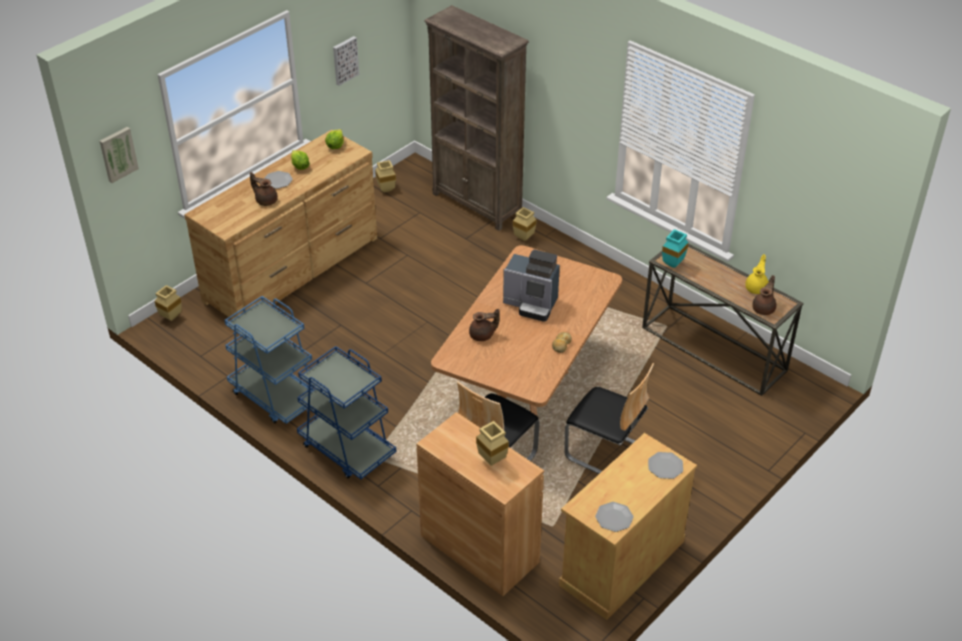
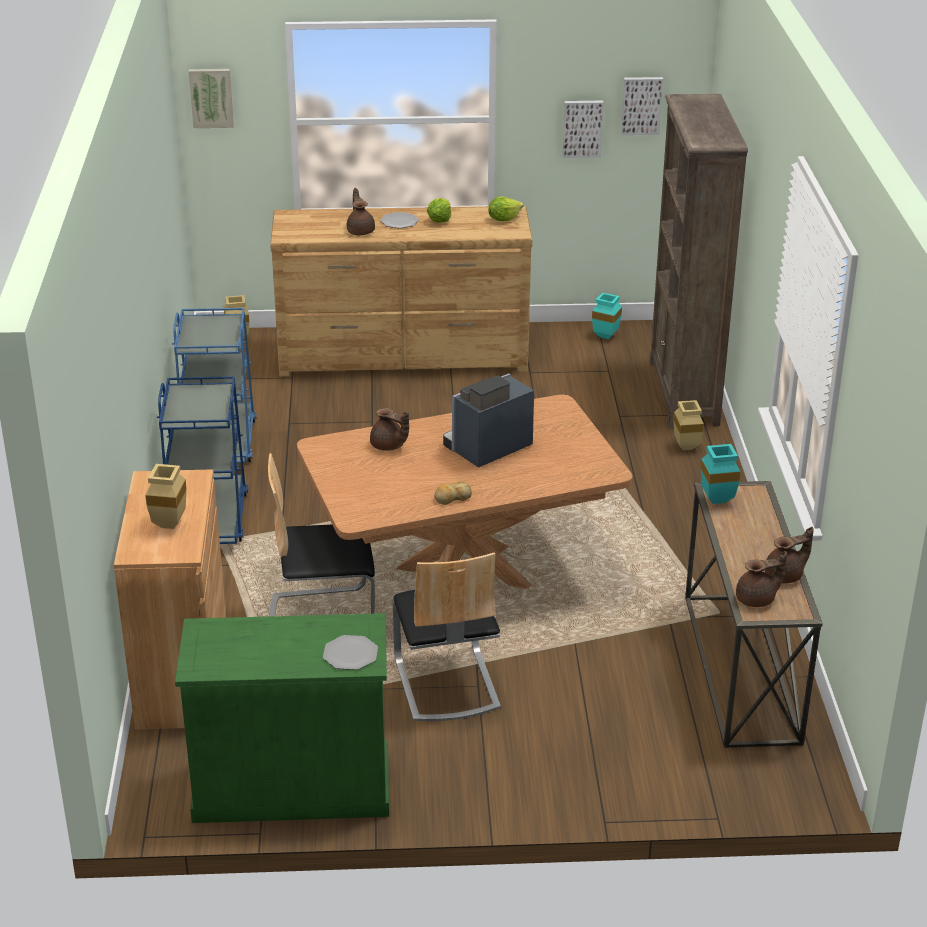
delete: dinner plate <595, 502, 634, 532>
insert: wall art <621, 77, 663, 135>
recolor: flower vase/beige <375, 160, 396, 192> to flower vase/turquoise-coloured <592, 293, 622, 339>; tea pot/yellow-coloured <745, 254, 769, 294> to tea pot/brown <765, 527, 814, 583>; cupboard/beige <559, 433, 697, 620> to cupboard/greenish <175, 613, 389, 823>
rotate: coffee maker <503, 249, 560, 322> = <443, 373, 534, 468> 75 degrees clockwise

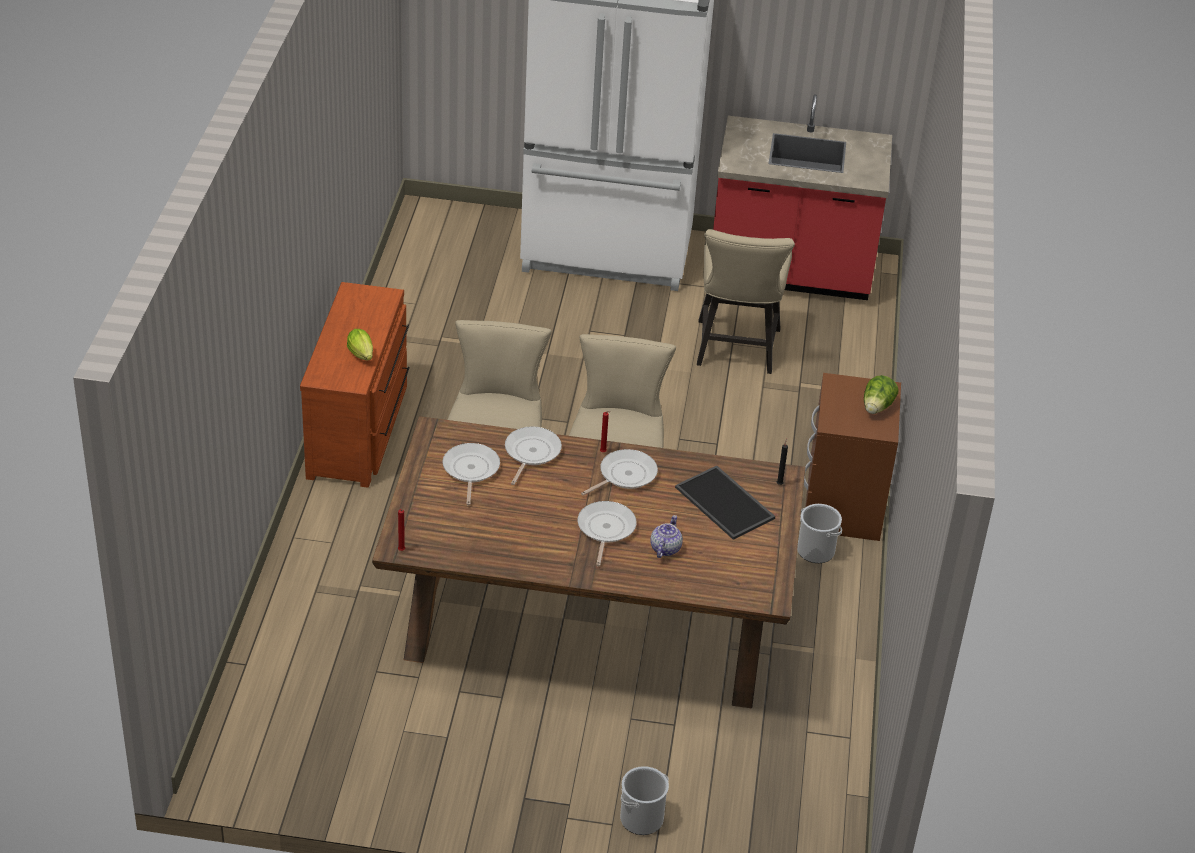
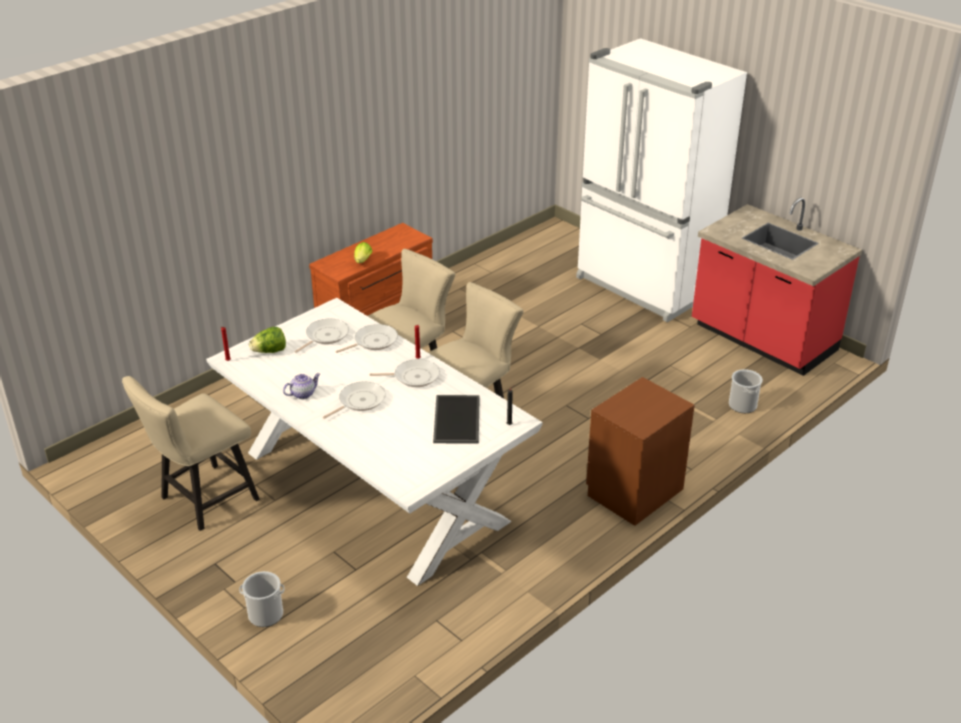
move: upright chair/beige <697, 229, 795, 374> to <122, 376, 259, 531>; lettuce head <864, 375, 898, 414> to <249, 327, 286, 353>; water bucket <797, 504, 842, 563> to <729, 369, 763, 413>; tea pot <650, 515, 683, 558> to <283, 373, 320, 399>
recolor: dining table/brown <372, 416, 805, 708> to dining table/white-coloured <206, 298, 543, 586>

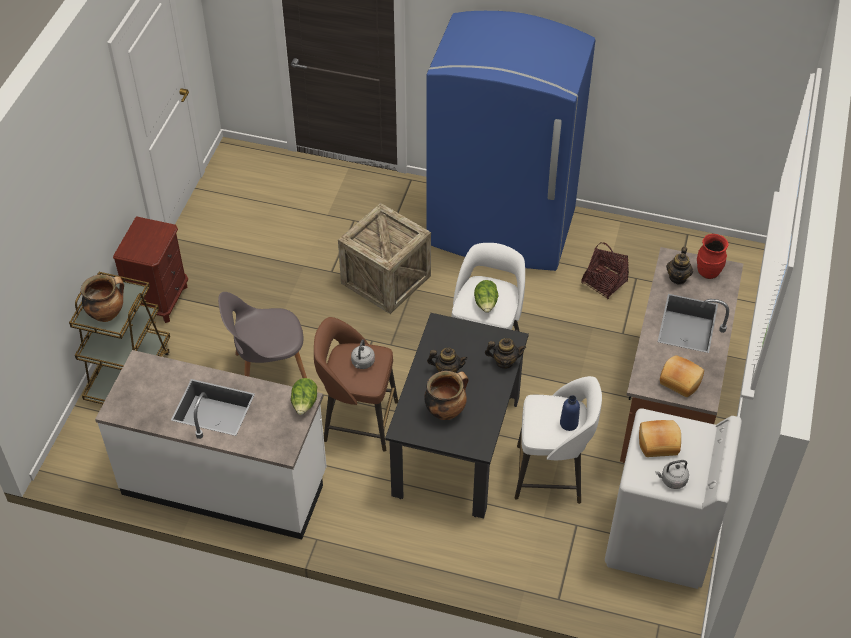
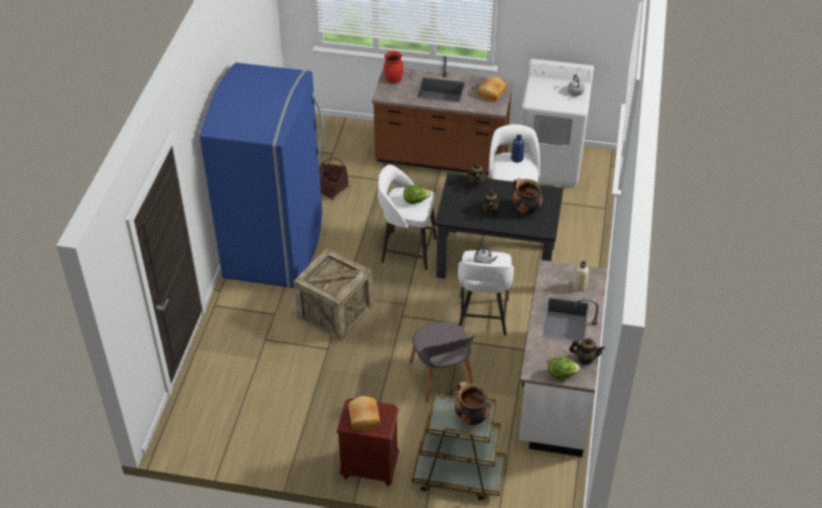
insert: beverage bottle/beige <573, 261, 589, 292>
move: tea pot <666, 247, 693, 285> to <569, 338, 605, 365>; lettuce head <291, 378, 317, 415> to <548, 357, 581, 379>; bakery bread <639, 420, 681, 457> to <348, 396, 380, 431>
recolor: stool/brown <314, 317, 398, 452> to stool/white-coloured <458, 250, 514, 336>

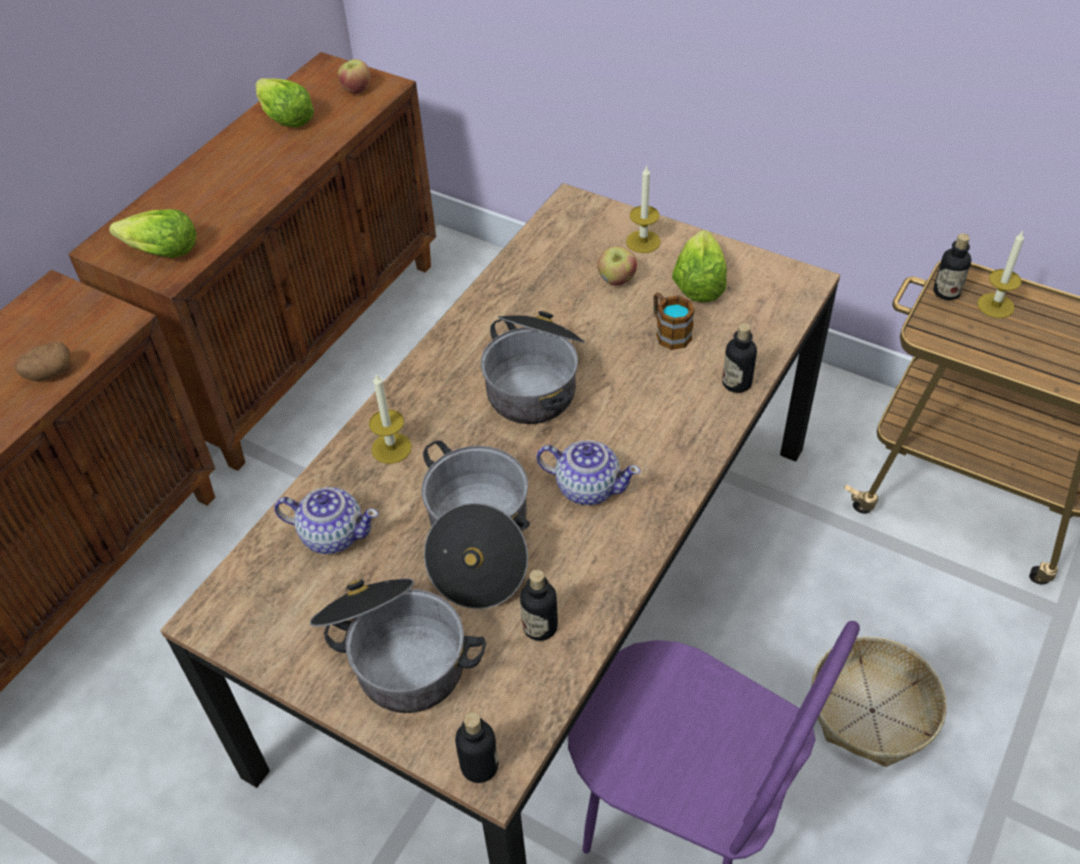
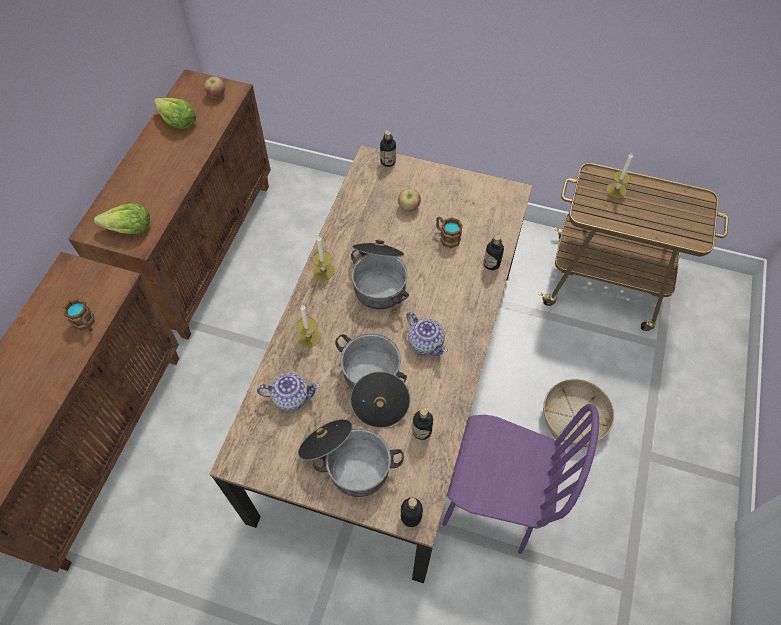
delete: lettuce head <672, 230, 727, 302>
move: wax light <626, 165, 661, 253> to <313, 236, 335, 281>; beverage bottle <933, 233, 972, 300> to <380, 130, 396, 167>
replace: spud <15, 342, 70, 381> to coffee mug <63, 298, 95, 332>
rotate: tea pot <536, 440, 641, 505> = <406, 312, 448, 356> 45 degrees clockwise

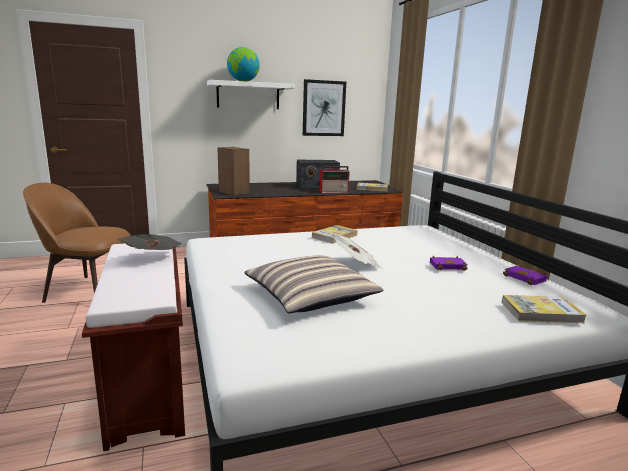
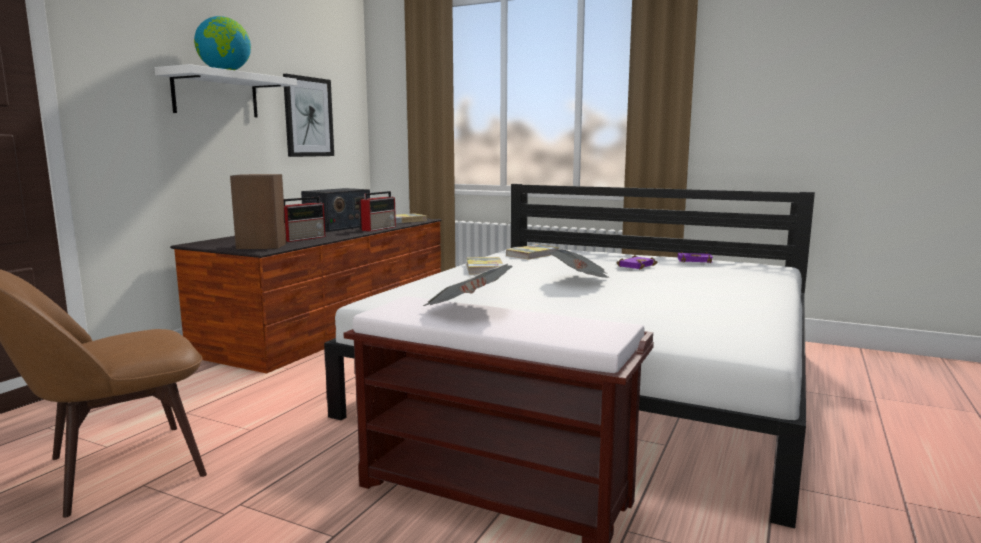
delete: cushion <244, 255, 384, 313>
insert: radio <284, 197, 325, 242>
move: volume <502, 295, 586, 323> to <506, 244, 559, 260>

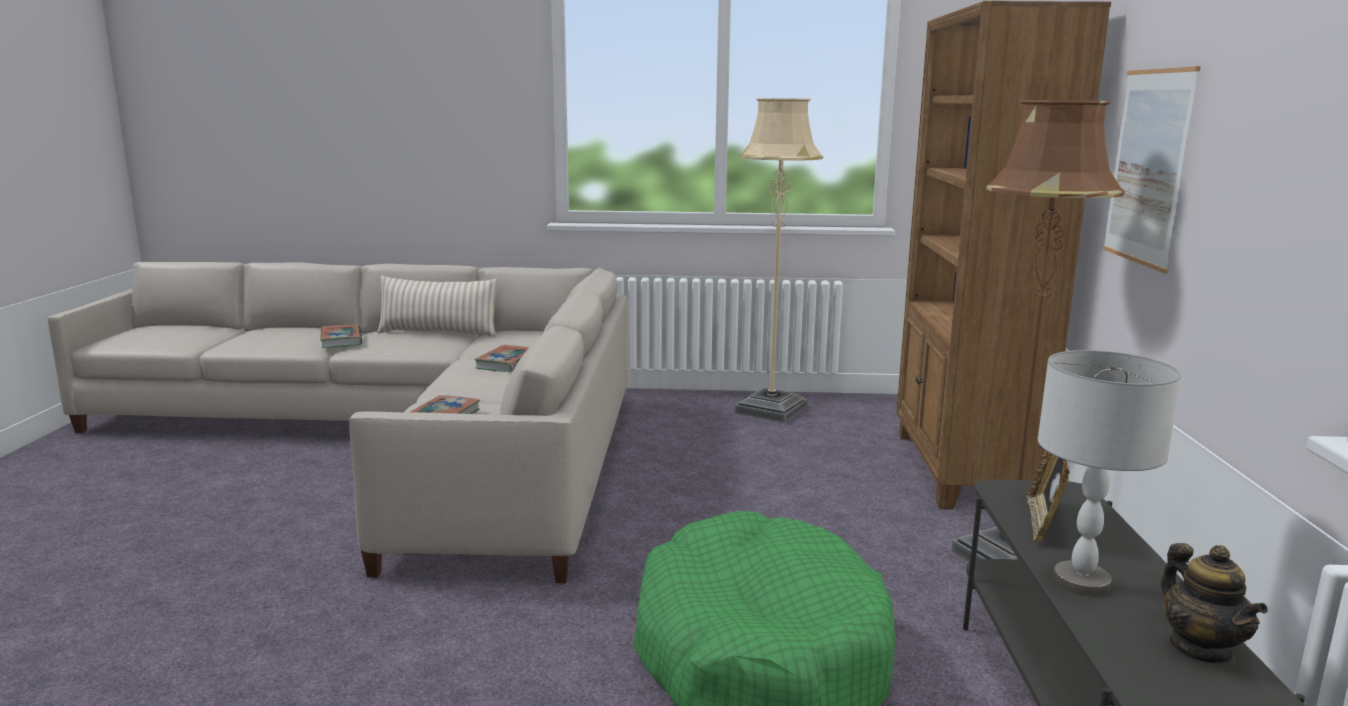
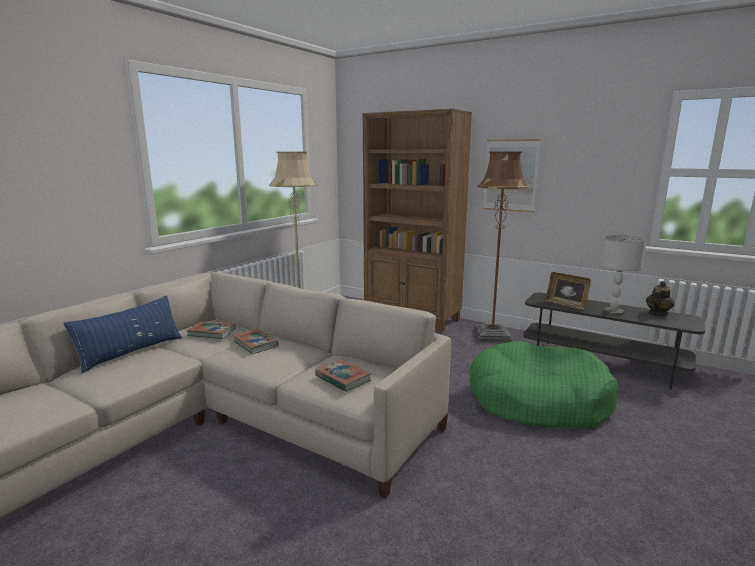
move: volume <320, 325, 362, 348> to <186, 322, 236, 339>
recolor: cushion/beige <377, 276, 498, 336> to cushion/bluish <63, 295, 182, 373>
rotate: tea pot <1161, 543, 1268, 665> = <646, 281, 675, 316> 60 degrees counterclockwise

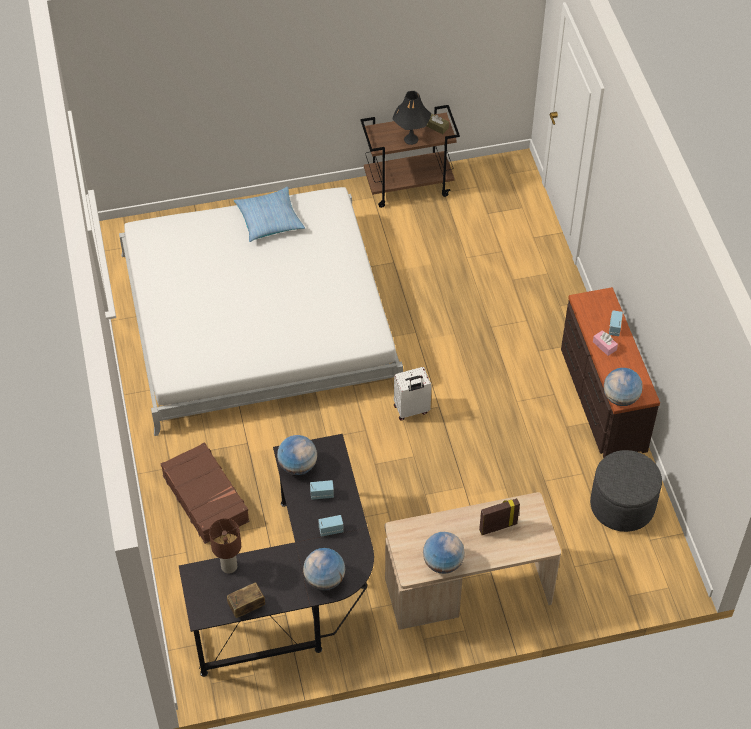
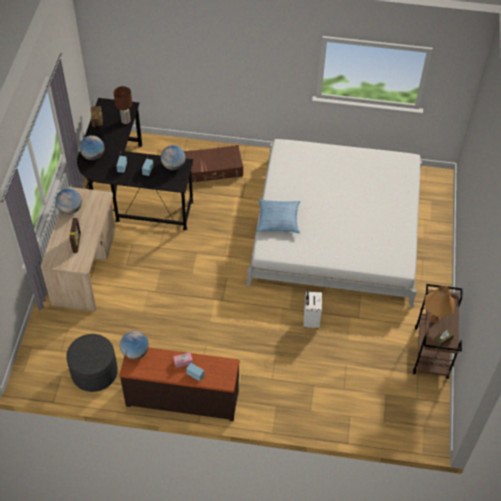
move: cushion <234, 187, 305, 242> to <256, 199, 300, 233>; suitcase/white-coloured <394, 367, 432, 421> to <304, 291, 322, 329>
recolor: lamp for a table/black-coloured <392, 91, 431, 145> to lamp for a table/orange-coloured <425, 286, 454, 323>

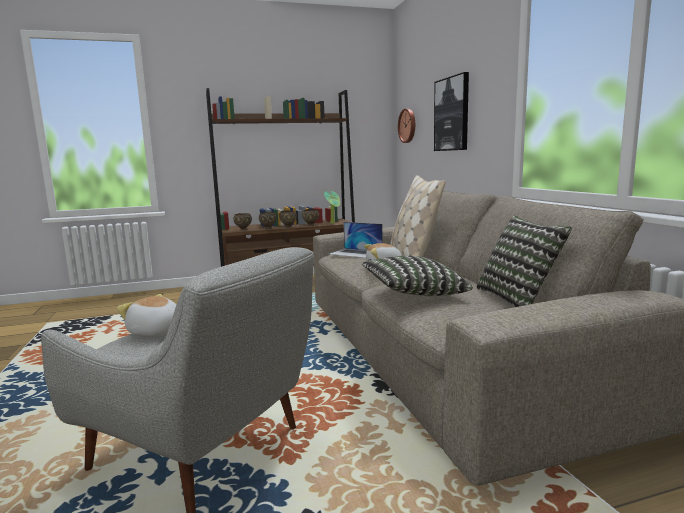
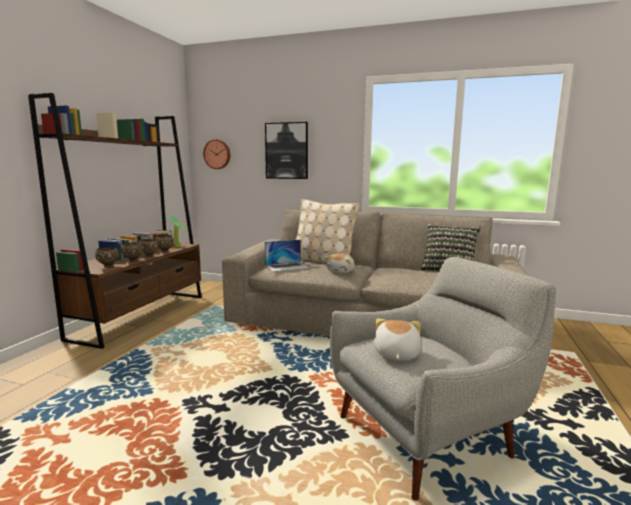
delete: cushion <361, 256, 473, 296>
rotate: cuddly toy <117, 294, 176, 338> = <374, 319, 421, 361> 120 degrees clockwise

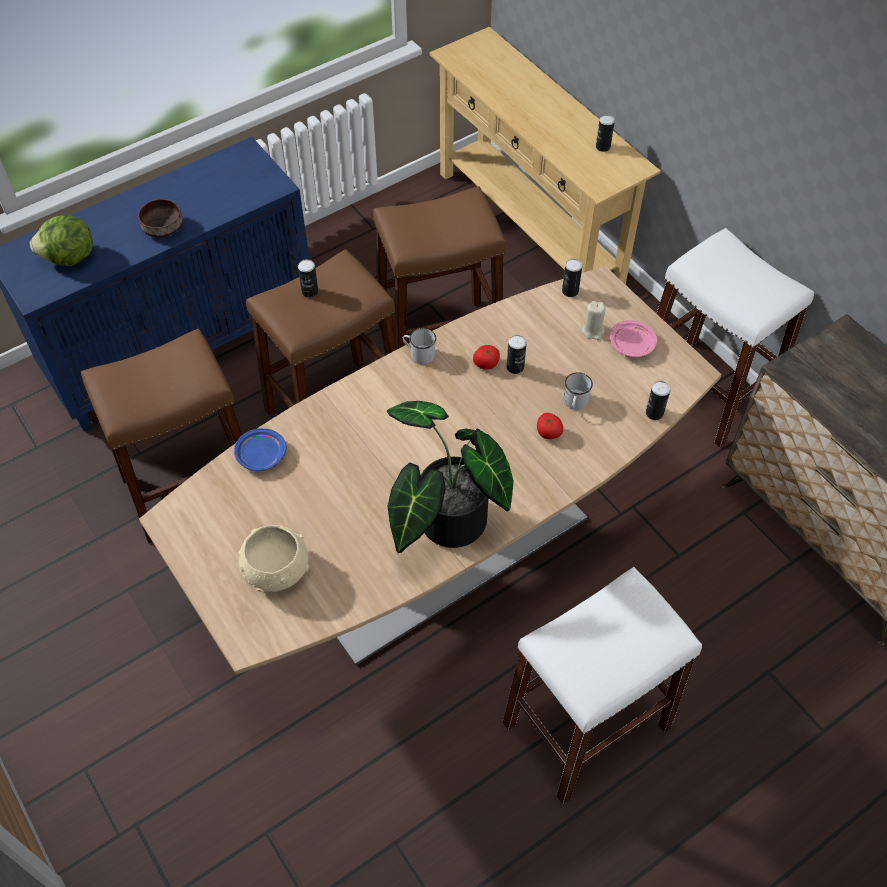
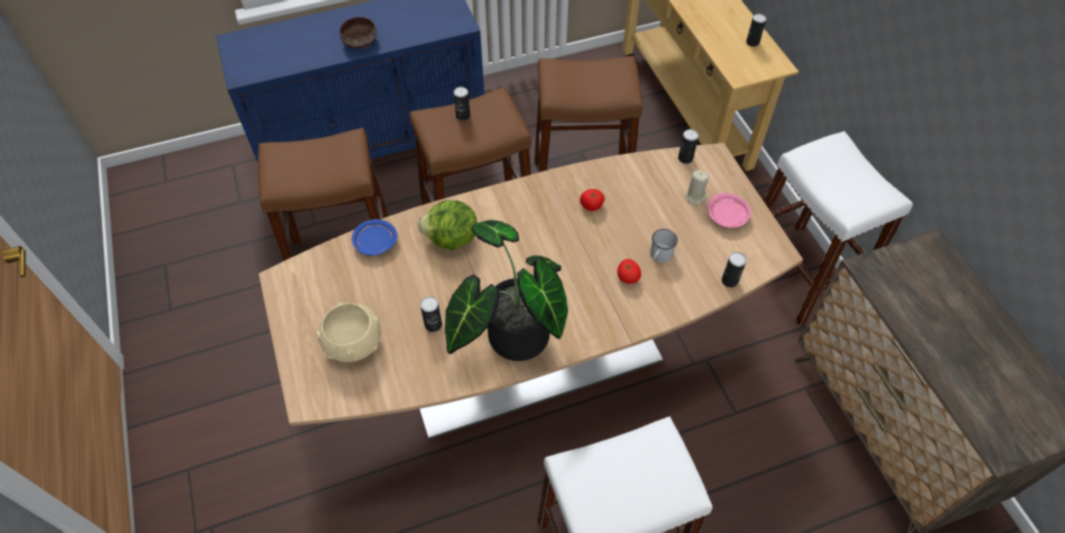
delete: coffee mug/white-coloured <402, 328, 436, 364>
move: lettuce head <30, 215, 93, 266> to <418, 200, 477, 250>; sealed can <507, 335, 527, 374> to <420, 297, 442, 332>

